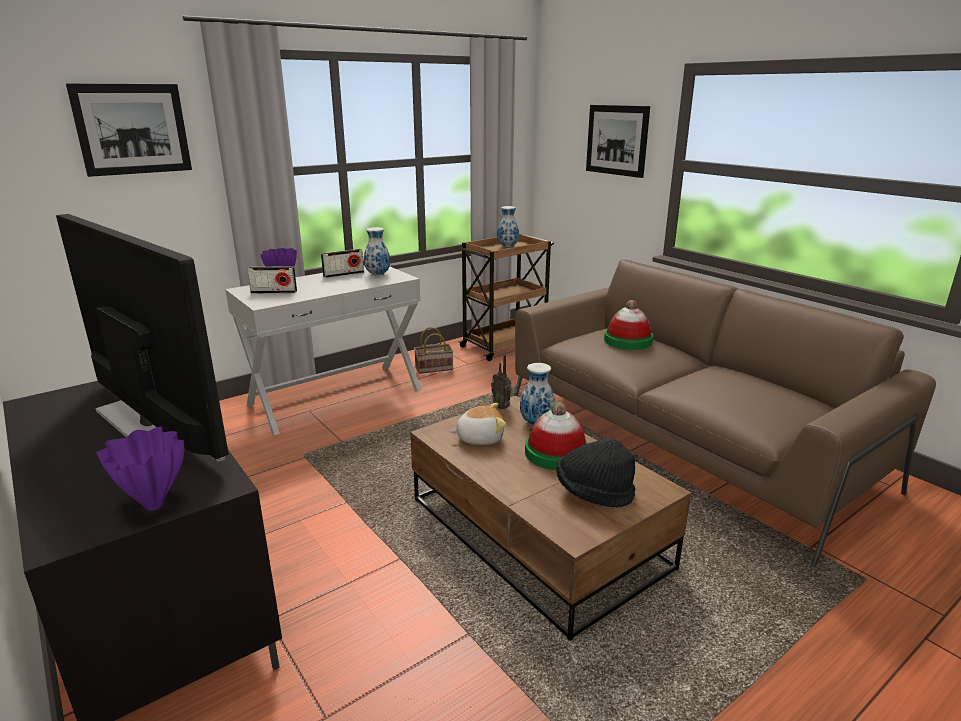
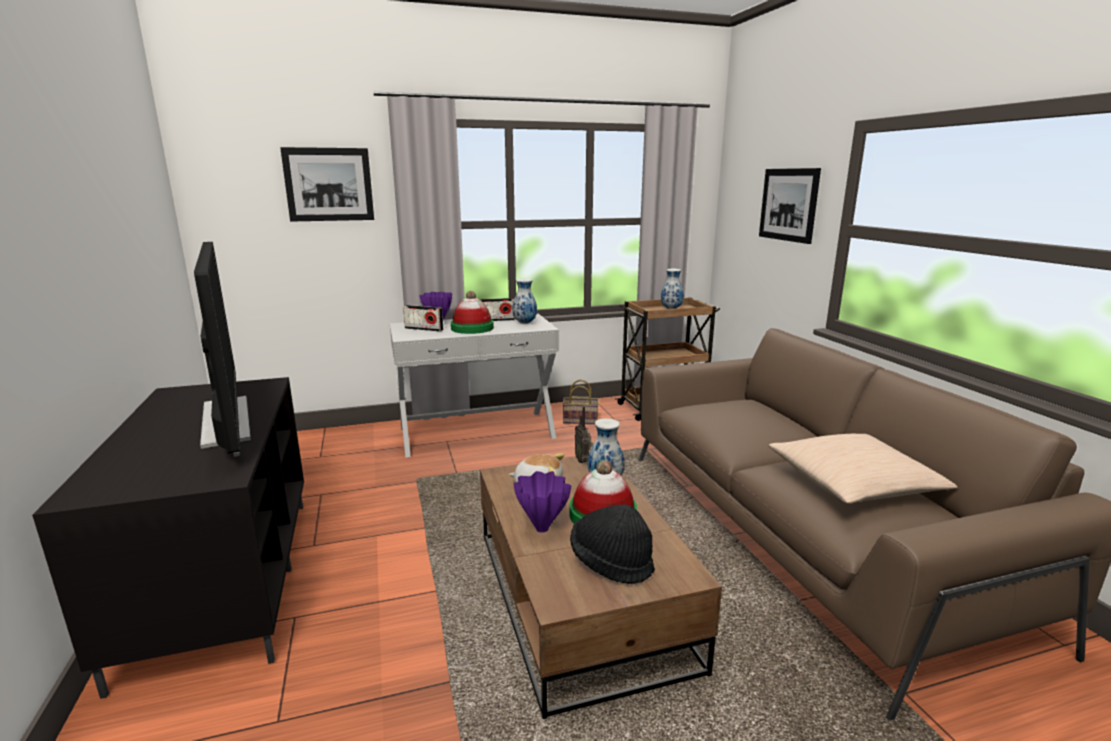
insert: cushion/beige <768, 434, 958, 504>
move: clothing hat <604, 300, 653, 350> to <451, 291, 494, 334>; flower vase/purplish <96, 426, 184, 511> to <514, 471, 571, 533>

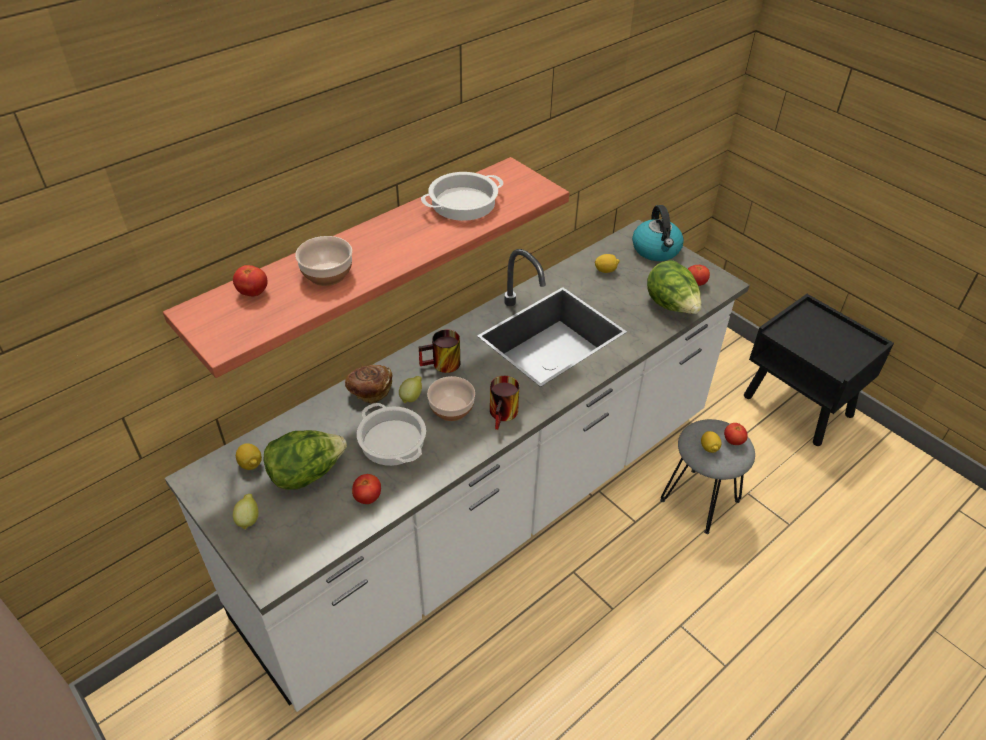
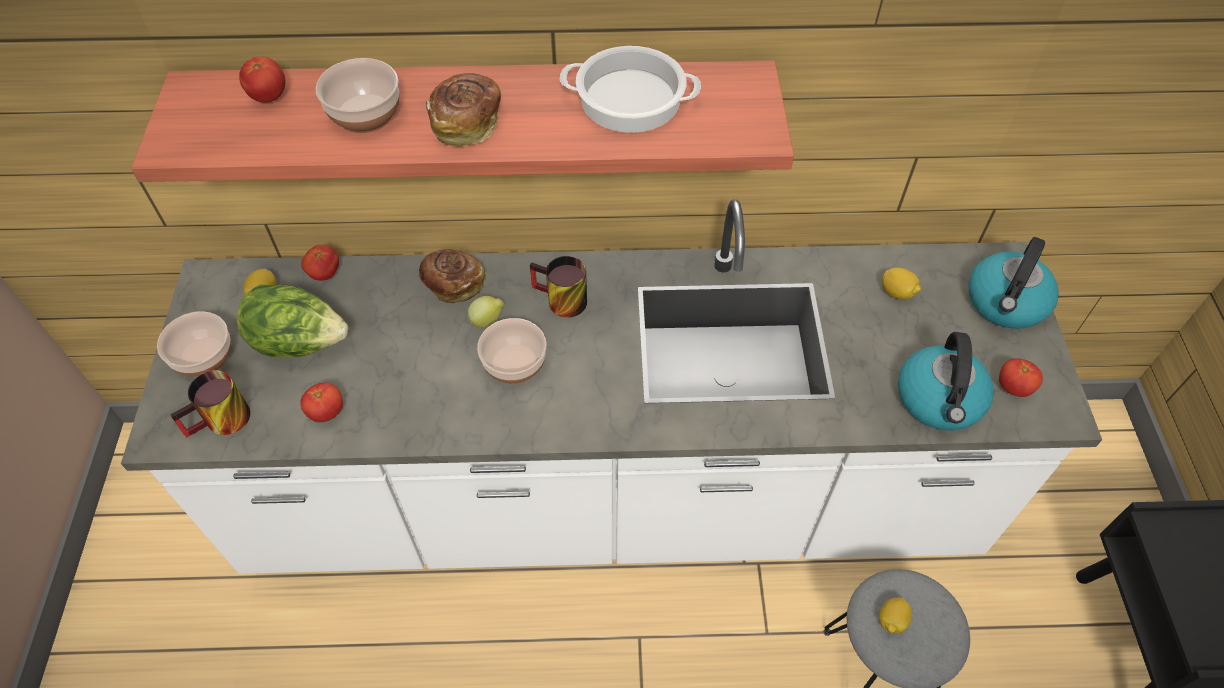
delete: saucepot <357, 403, 426, 466>
insert: bakery bread <426, 73, 501, 147>
move: coffee mug <490, 376, 519, 430> to <170, 370, 250, 437>; whole tomato <724, 423, 748, 445> to <301, 245, 339, 281>
replace: lettuce head <647, 260, 702, 314> to kettle <898, 332, 994, 430>; whole lemon <233, 494, 258, 530> to deep dish <157, 311, 231, 376>

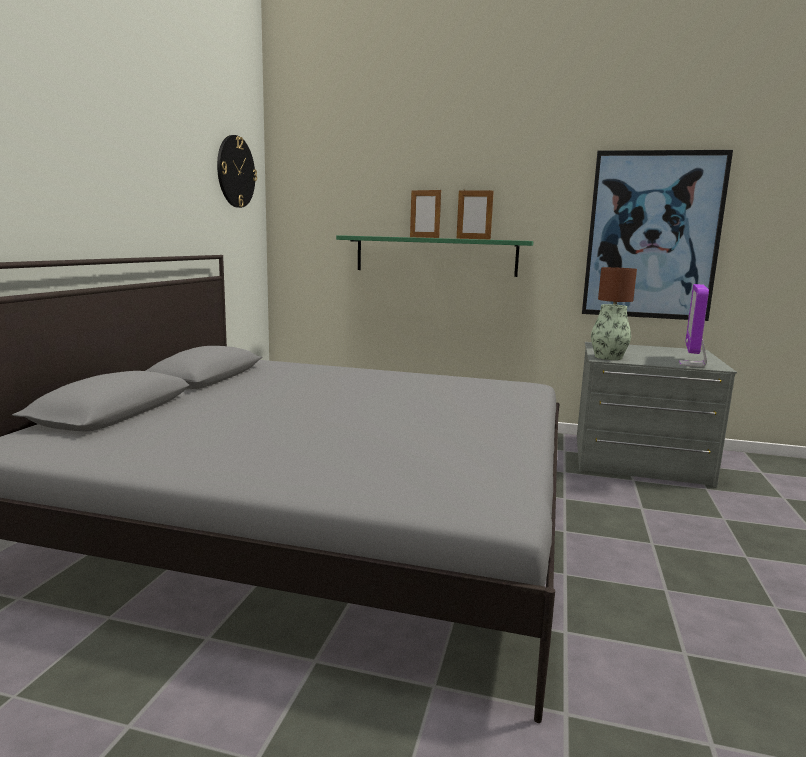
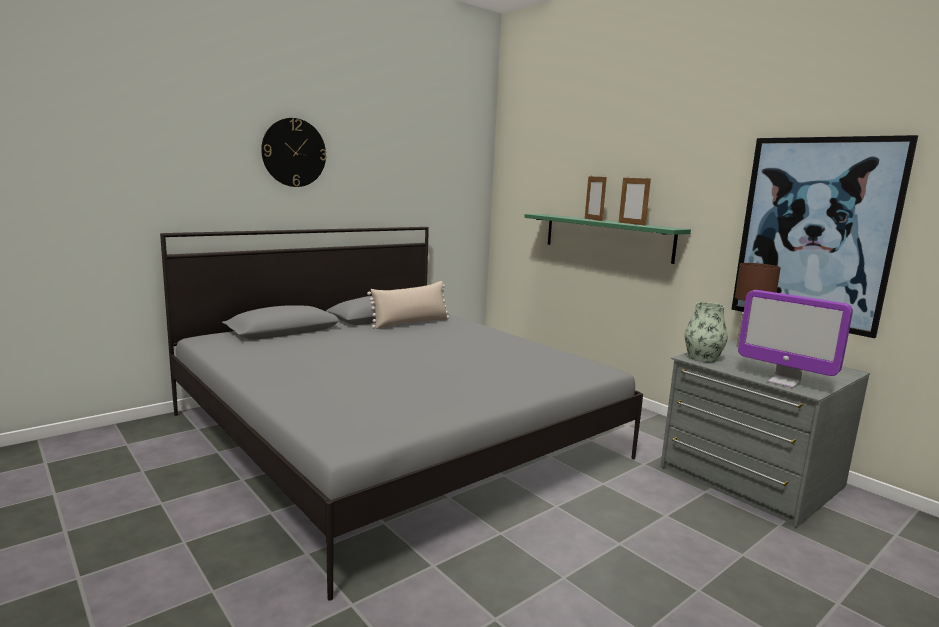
insert: cushion/beige <367, 281, 449, 329>
move: hanging clock <217, 135, 257, 208> to <261, 118, 327, 187>
rotate: computer screen <679, 284, 709, 367> = <738, 290, 853, 388> 105 degrees counterclockwise

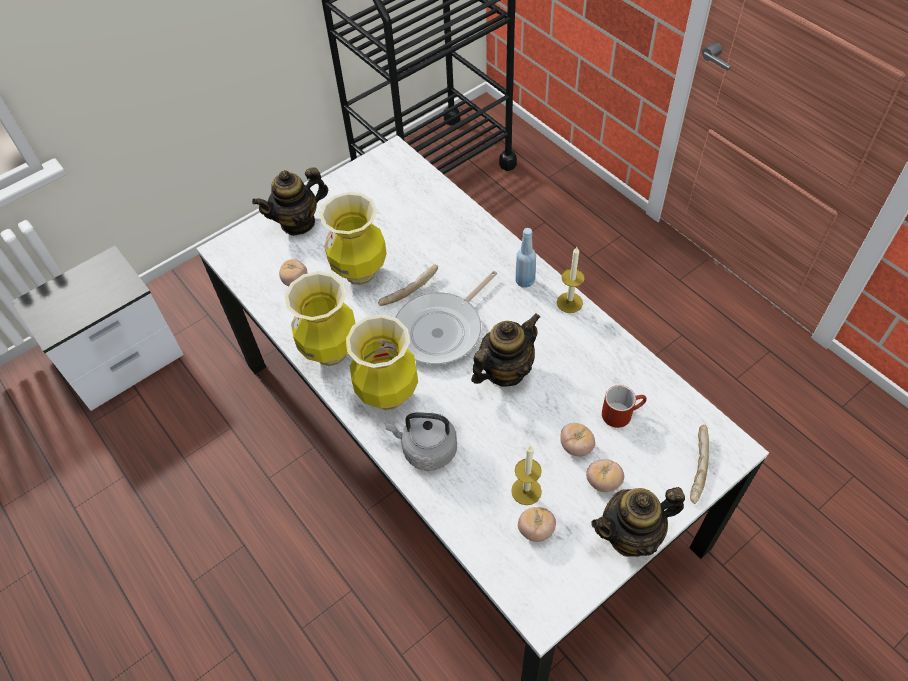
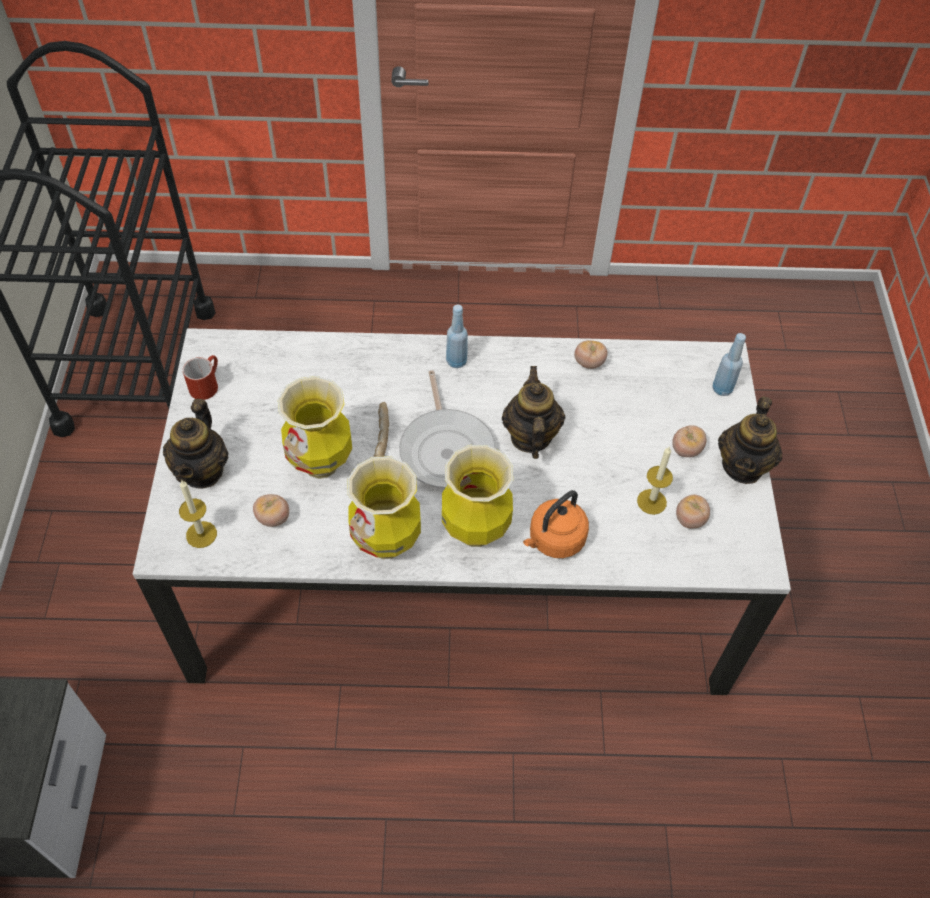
move: wax light <557, 247, 585, 313> to <179, 480, 217, 548>; coffee mug/red <602, 385, 647, 428> to <183, 355, 218, 400>; whole tomato <560, 423, 595, 456> to <574, 340, 608, 369>
replace: bakery bread <690, 425, 709, 504> to beverage bottle/bluish <712, 333, 746, 396>
recolor: kettle/gray <385, 412, 457, 471> to kettle/orange-coloured <523, 490, 589, 558>

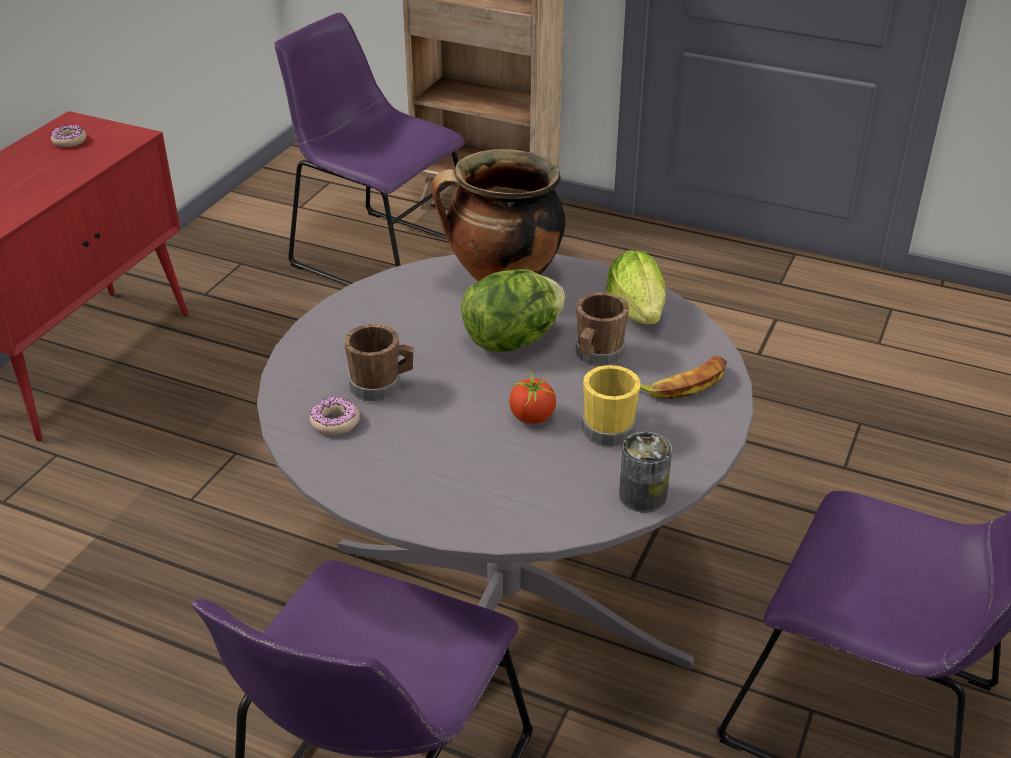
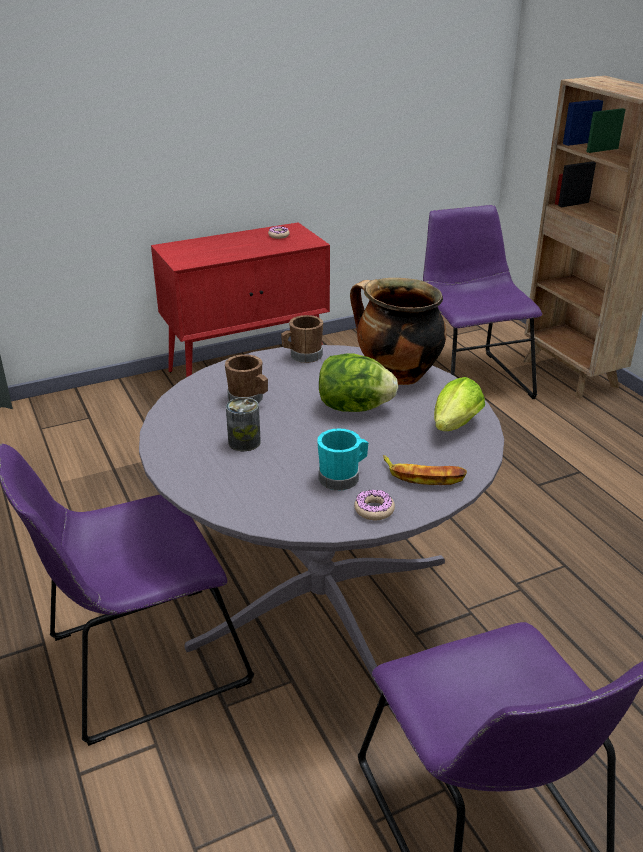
delete: whole tomato <509, 368, 556, 424>
move: coffee mug/brown <576, 292, 629, 367> to <281, 315, 323, 363>; doughnut <310, 397, 360, 435> to <354, 490, 395, 520>; sealed can <619, 432, 672, 513> to <226, 397, 261, 451>
recolor: coffee mug/yellow-coloured <582, 365, 640, 447> to coffee mug/turquoise-coloured <317, 428, 368, 490>

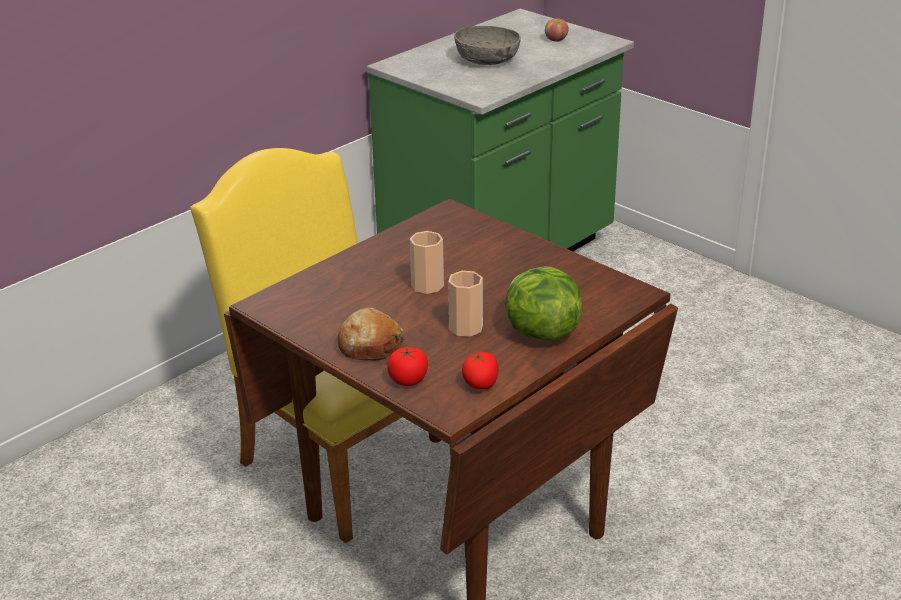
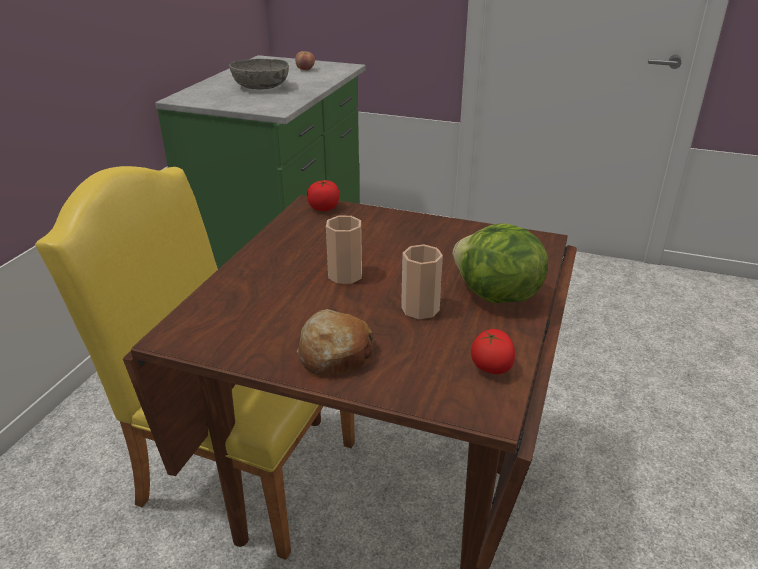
move: whole tomato <387, 347, 428, 386> to <307, 180, 340, 211>

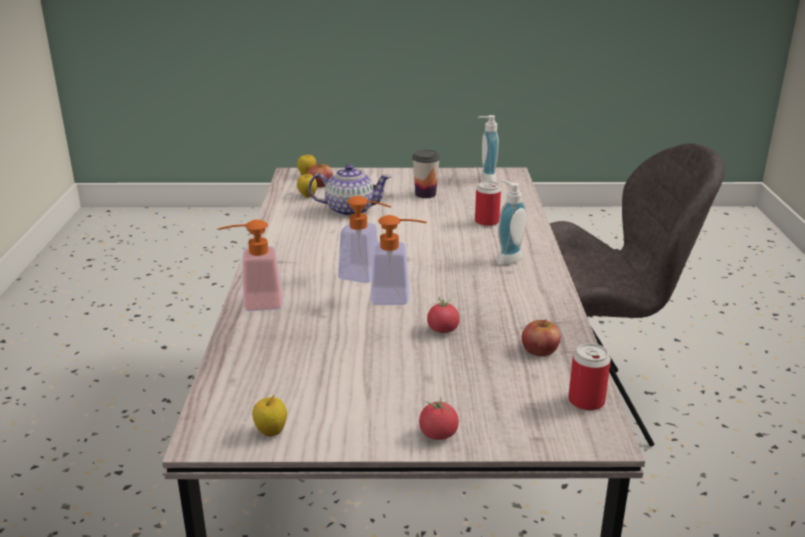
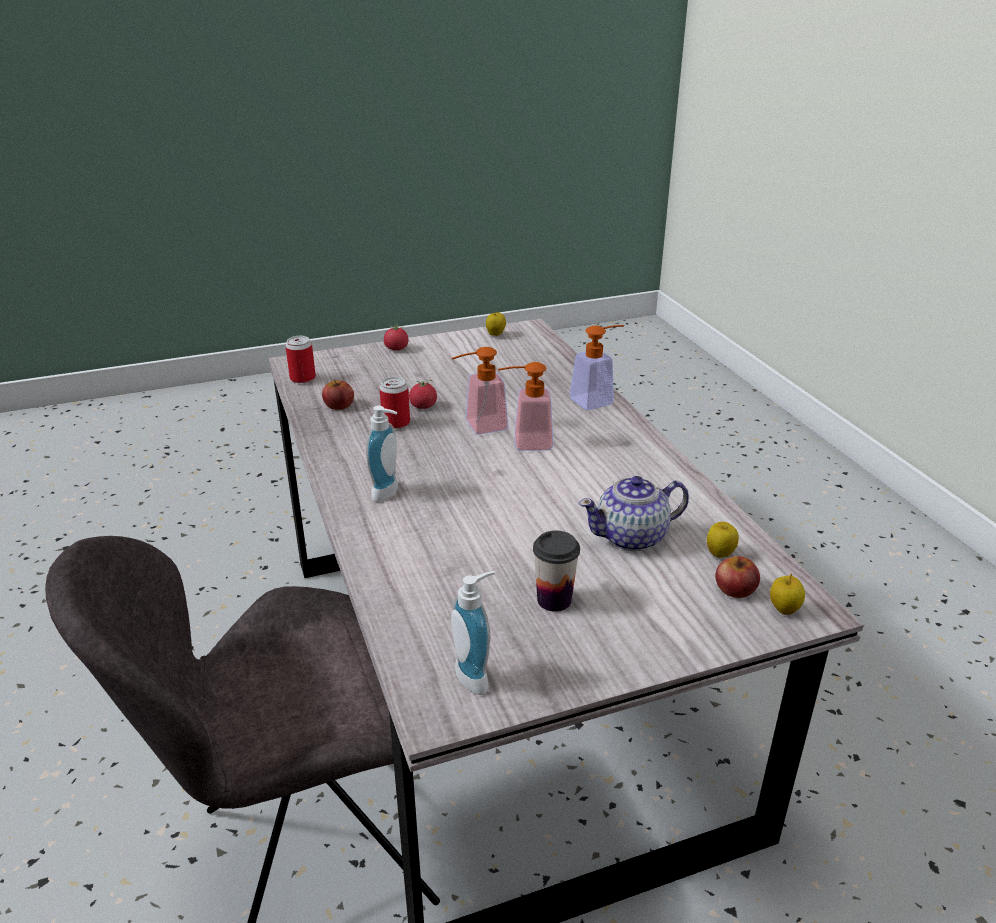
move: sealed can <475, 181, 501, 226> to <380, 377, 410, 429>

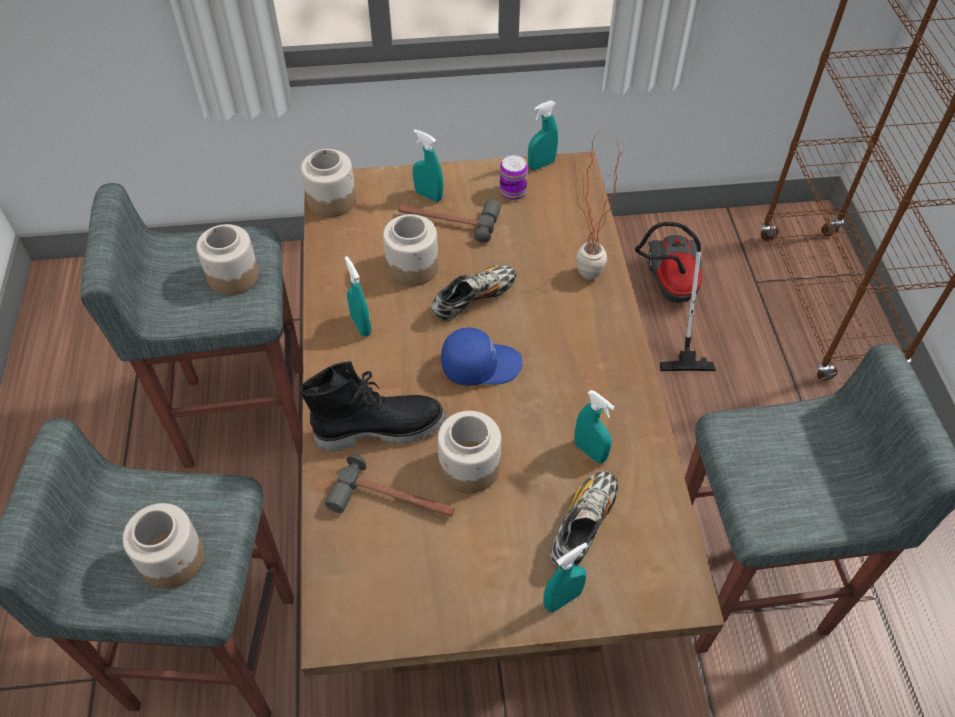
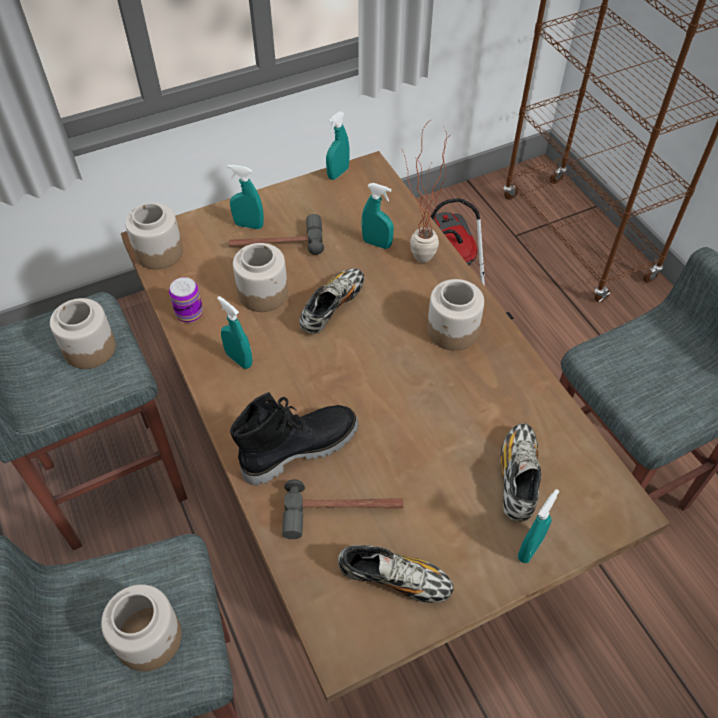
delete: cap/bluish <441, 328, 523, 386>
insert: item of footwear <338, 545, 454, 603>
move: sealed can <500, 155, 528, 200> to <169, 277, 203, 323>; hand sprayer/turquoise-coloured <574, 390, 615, 463> to <361, 183, 394, 249>; storage jar <437, 411, 501, 493> to <427, 279, 484, 351>

